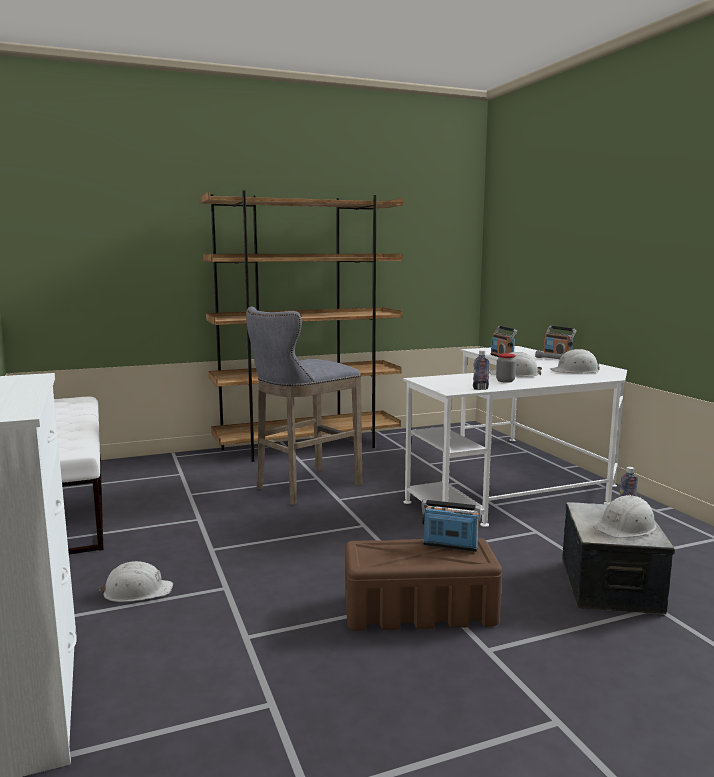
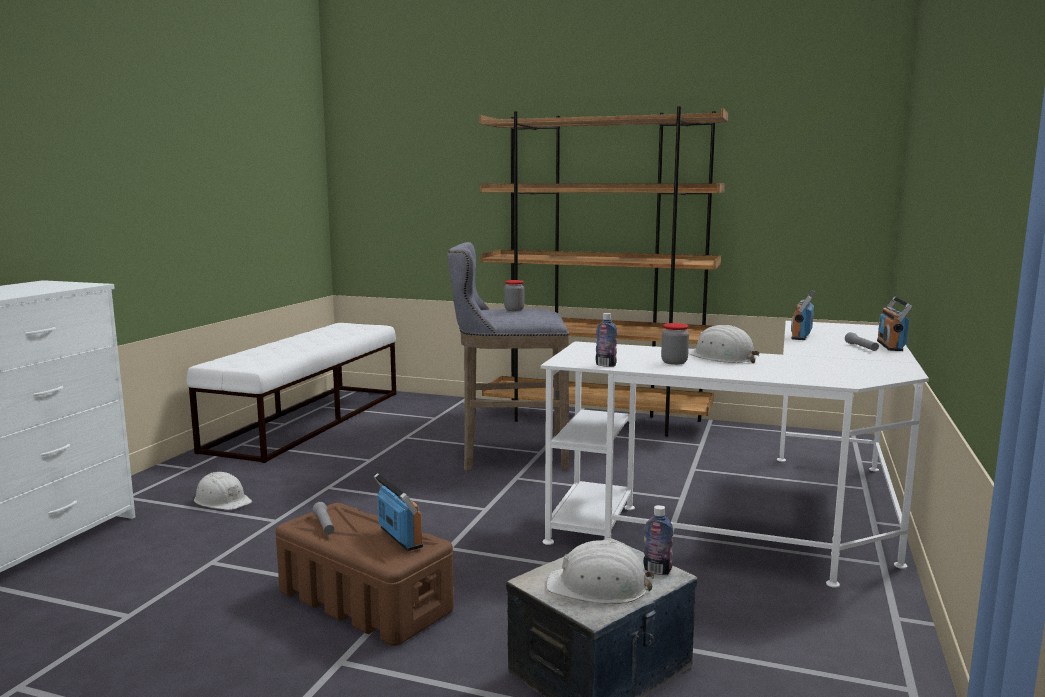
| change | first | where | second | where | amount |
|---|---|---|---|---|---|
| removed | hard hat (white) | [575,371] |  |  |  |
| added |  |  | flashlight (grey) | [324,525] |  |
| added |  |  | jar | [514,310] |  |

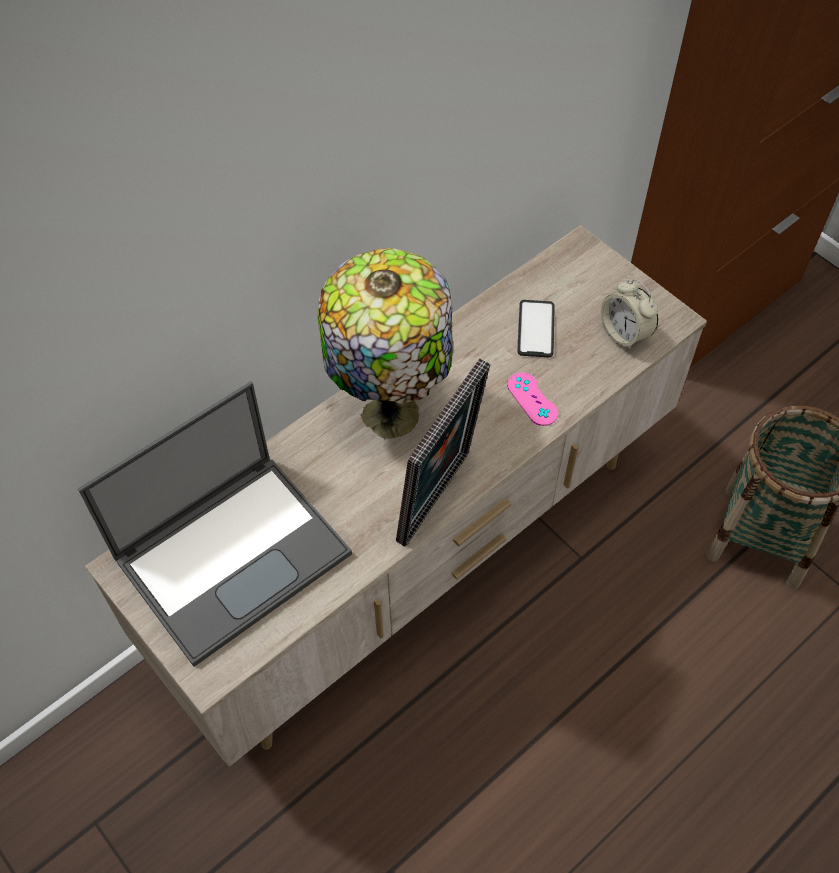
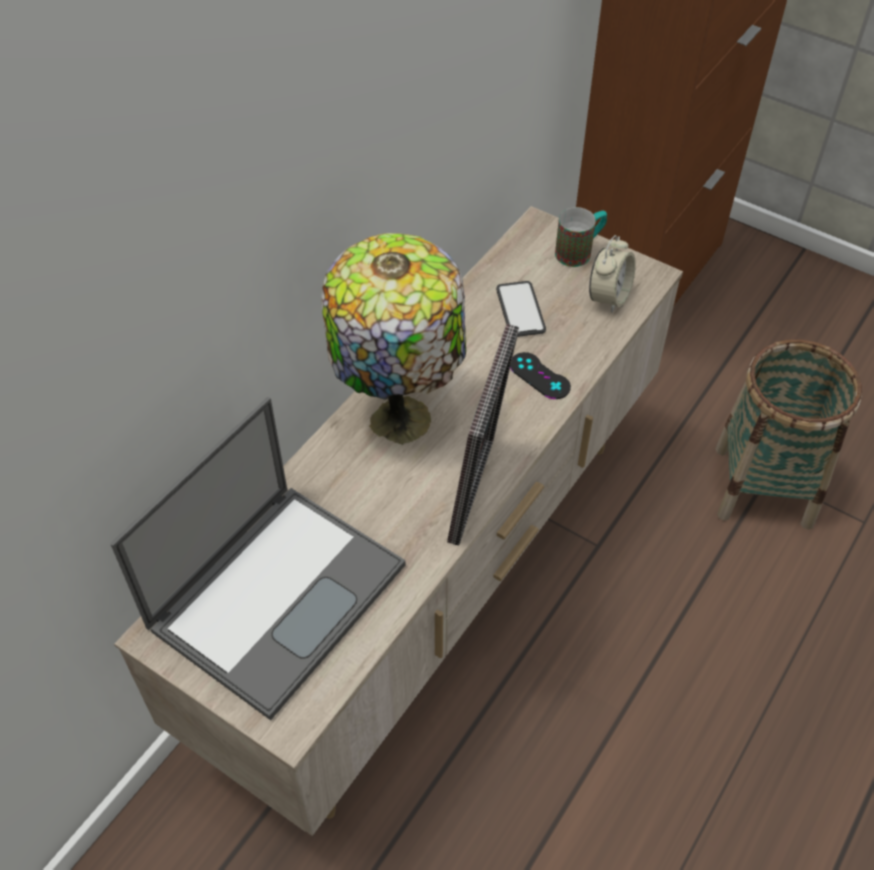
| change | first | where | second | where | amount |
|---|---|---|---|---|---|
| added |  |  | mug | [579,252] |  |
| recoloured | game controller (pink) | [532,399] | game controller (black) | [539,376] |  |
| turned | alarm clock | [624,334] |  | [609,297] | 105 degrees counterclockwise |

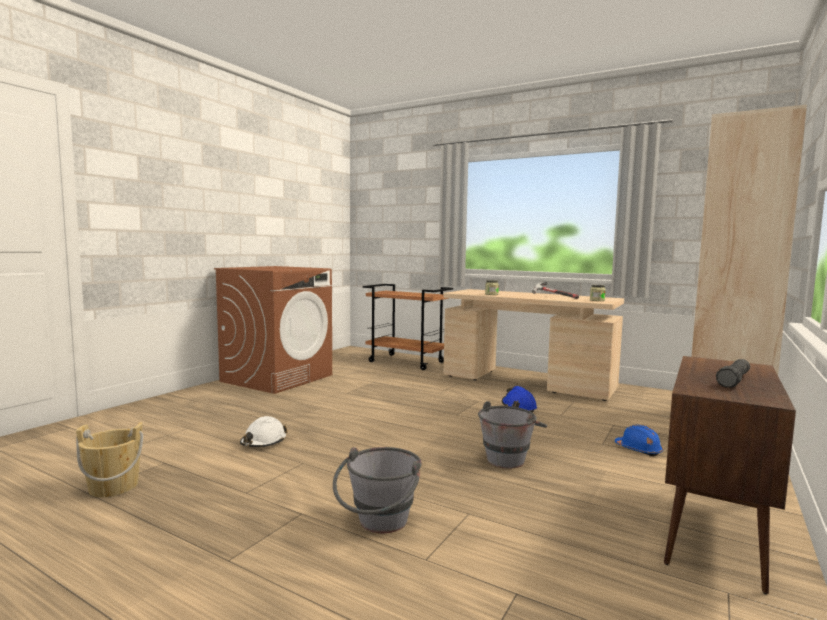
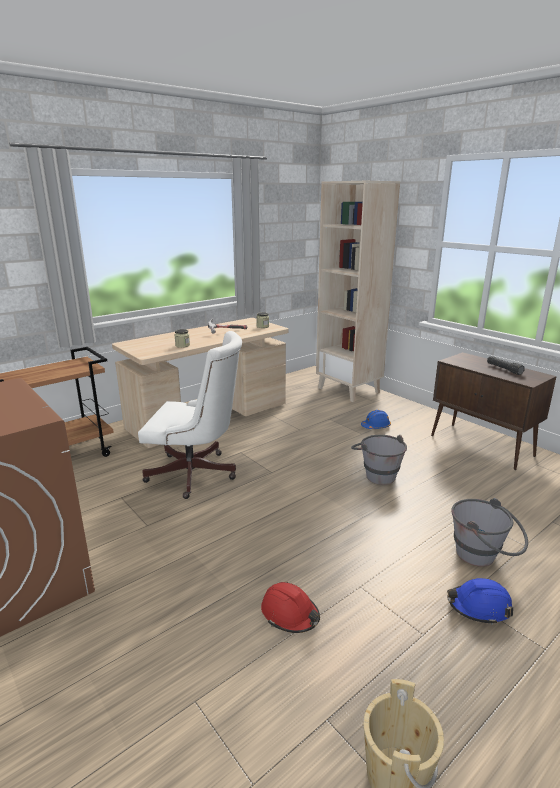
| change | first | where | second | where | amount |
|---|---|---|---|---|---|
| added |  |  | office chair (white) | [197,474] |  |
| moved | hard hat (blue) | [518,407] |  | [479,607] |  |
| recoloured | hard hat (white) | [263,442] | hard hat (red) | [290,614] |  |

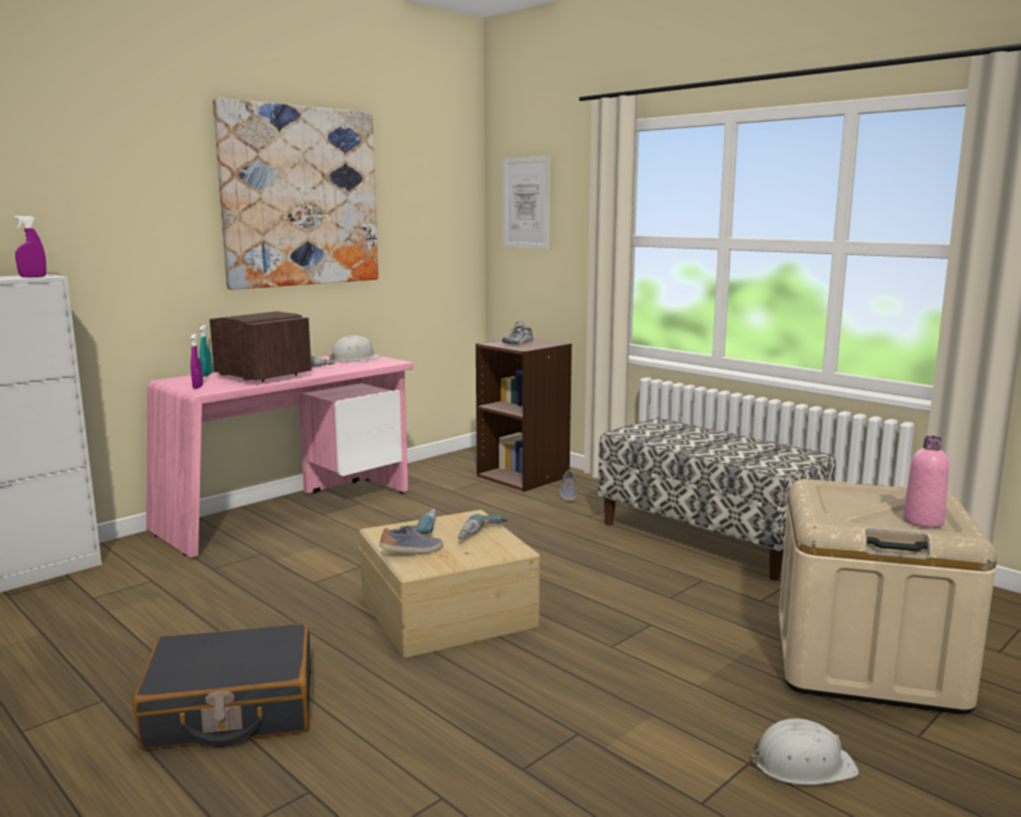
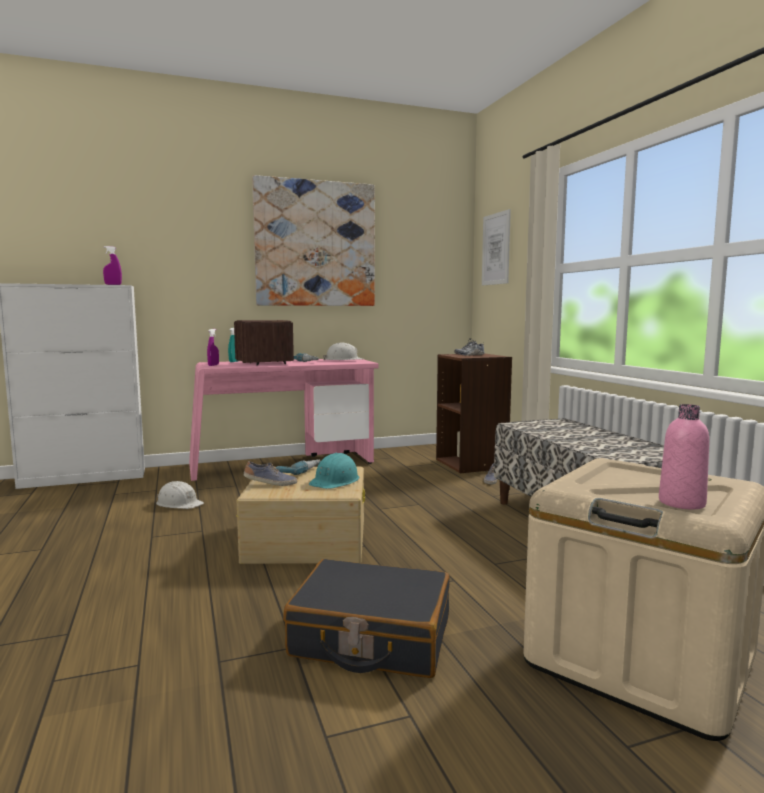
| change | first | where | second | where | amount |
|---|---|---|---|---|---|
| moved | suitcase (black) | [231,709] |  | [371,637] |  |
| moved | hard hat (white) | [802,764] |  | [179,503] |  |
| replaced | power drill | [482,535] | hard hat (turquoise) | [335,481] |  |

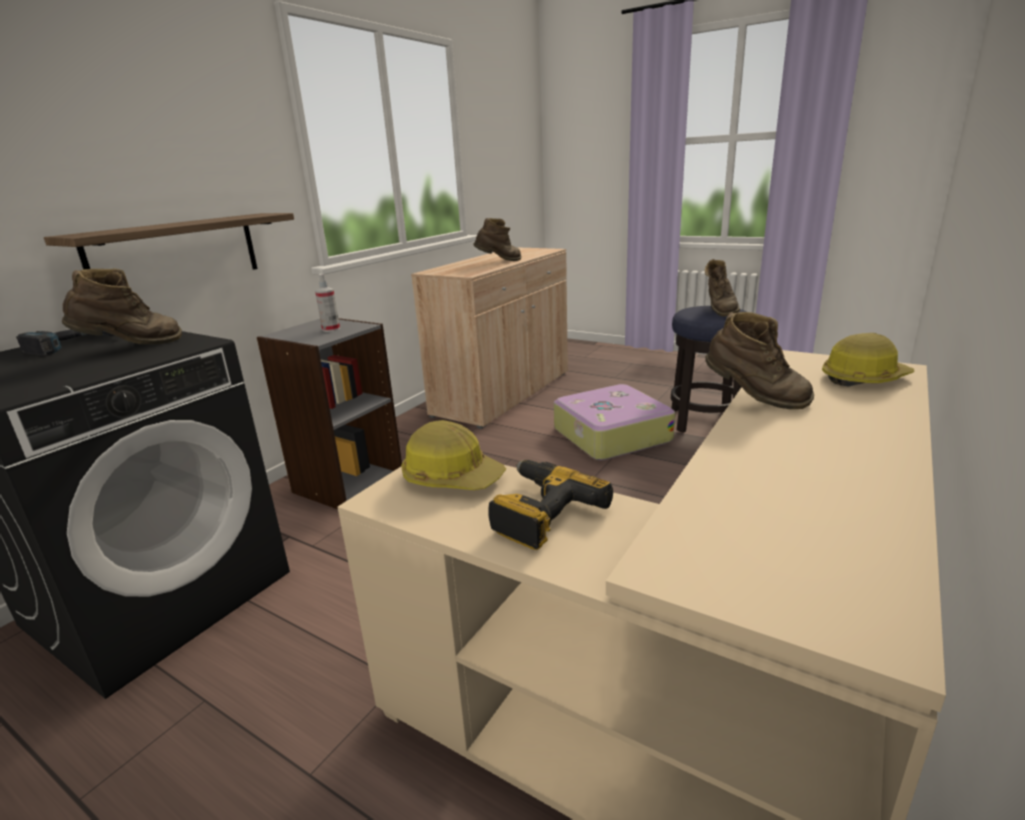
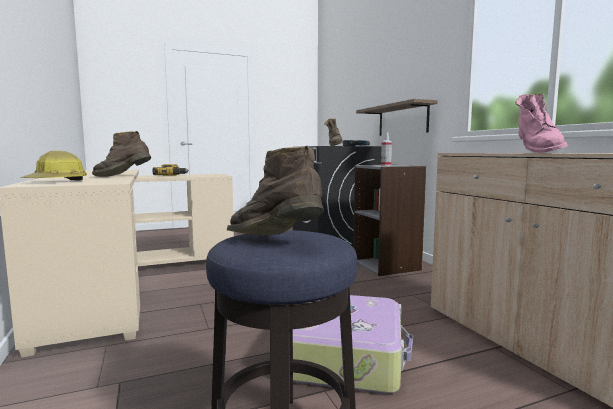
| change | first | where | second | where | amount |
|---|---|---|---|---|---|
| removed | hard hat | [452,477] |  |  |  |
| recoloured | boot (brown) | [499,262] | boot (pink) | [535,152] |  |

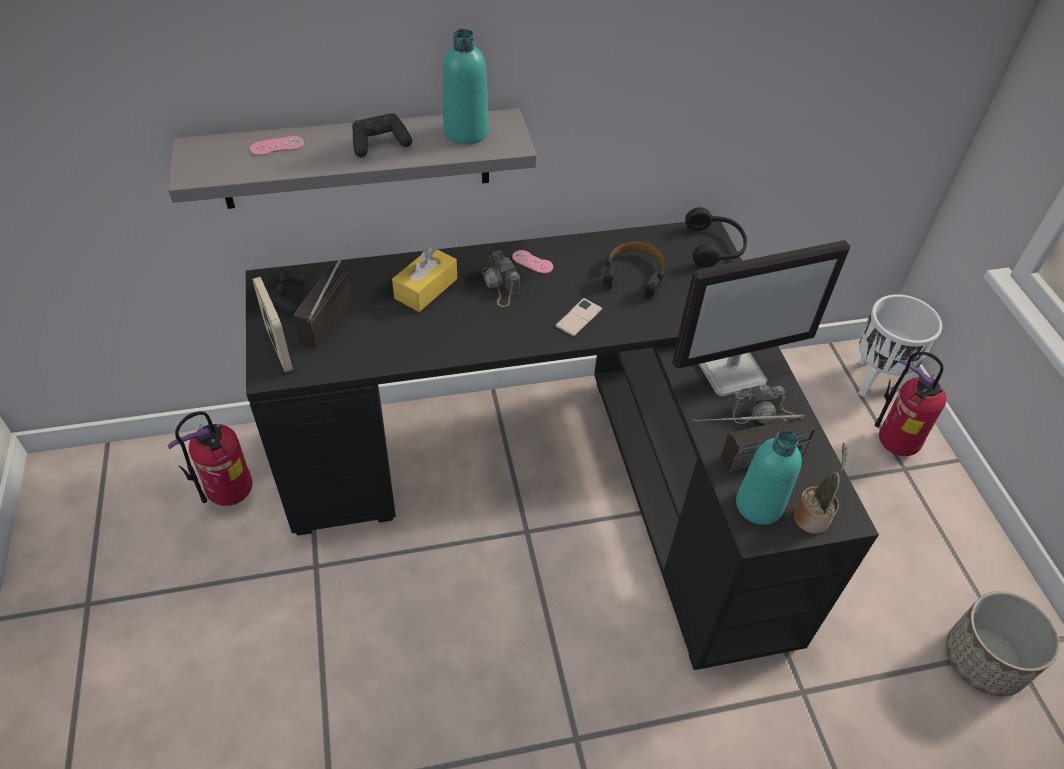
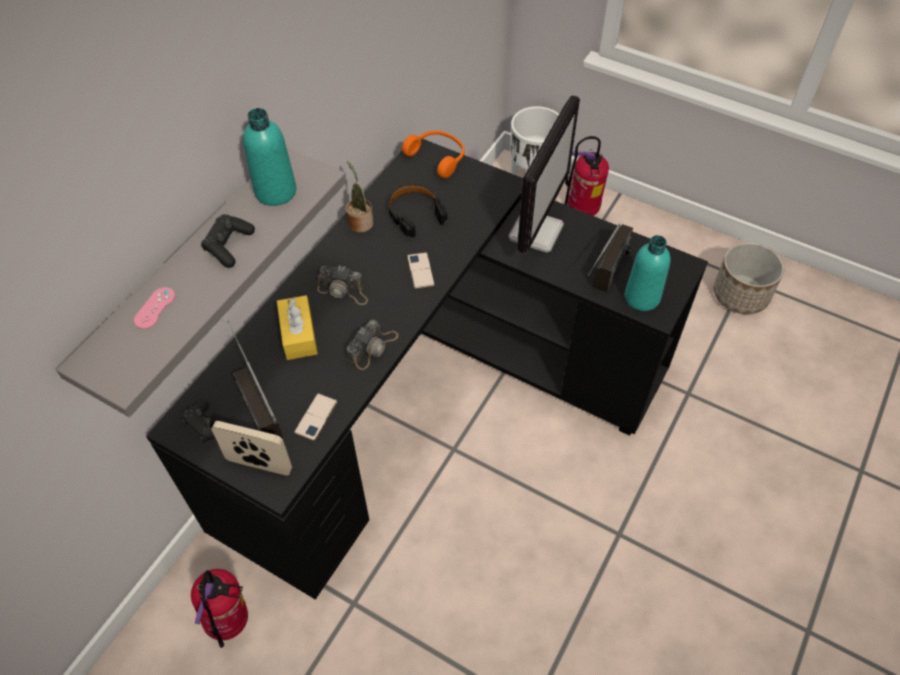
| change | first | where | second | where | amount |
|---|---|---|---|---|---|
| removed | game controller (pink) | [532,262] |  |  |  |
| added |  |  | phone | [316,417] |  |
| moved | photo camera | [763,413] |  | [373,347] |  |
| moved | potted plant | [812,516] |  | [360,222] |  |
| recoloured | headphones (black) | [715,247] | headphones (orange) | [438,157] |  |

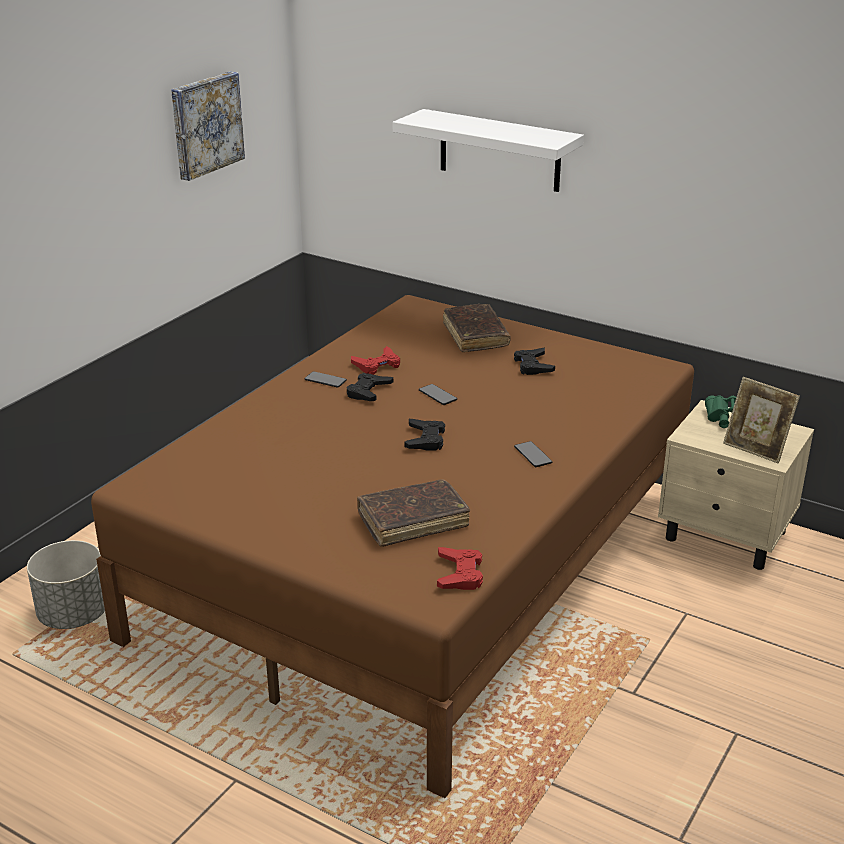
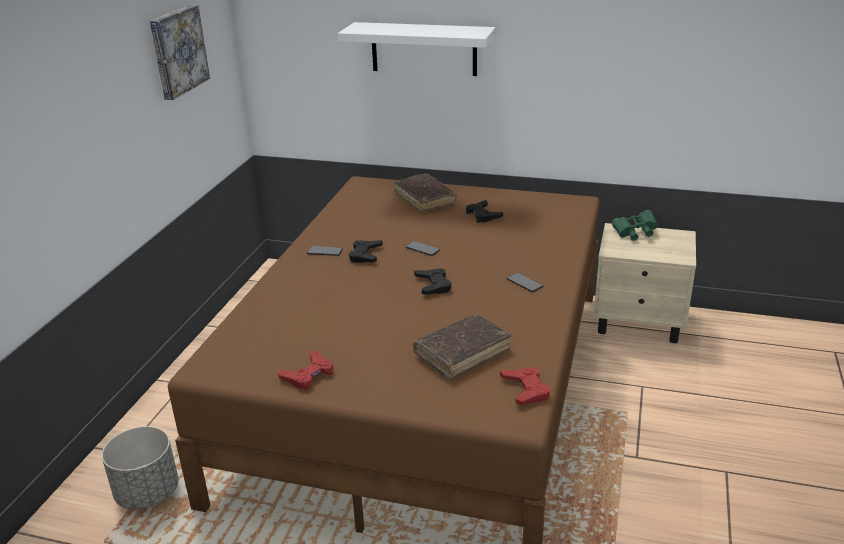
| change | first | where | second | where | amount |
|---|---|---|---|---|---|
| removed | picture frame | [755,449] |  |  |  |
| moved | game controller (red) | [377,365] |  | [308,375] |  |

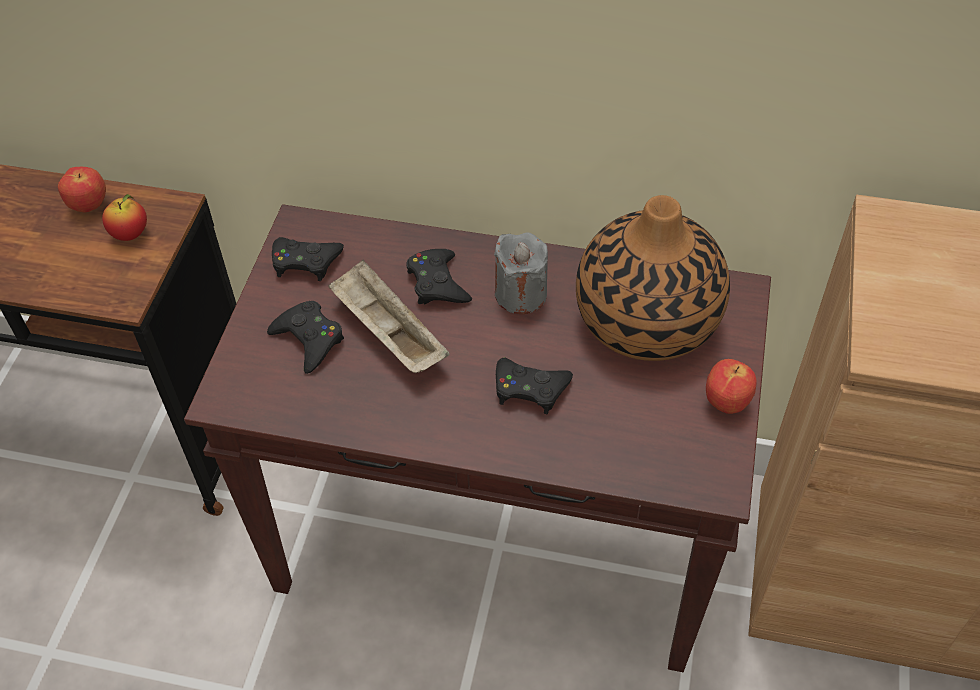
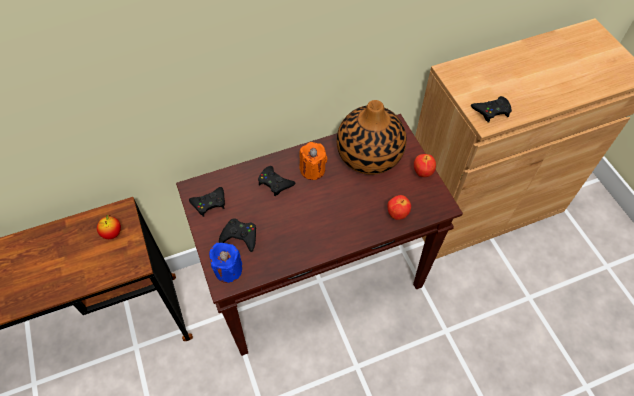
| change | first | where | second | where | amount |
|---|---|---|---|---|---|
| removed | tray (beige) | [387,333] |  |  |  |
| added |  |  | candle (blue) | [228,270] |  |
| moved | apple | [89,206] |  | [397,214] |  |
| moved | game controller (black) | [530,389] |  | [491,111] |  |
| recoloured | candle (grey) | [520,294] | candle (orange) | [312,170] |  |

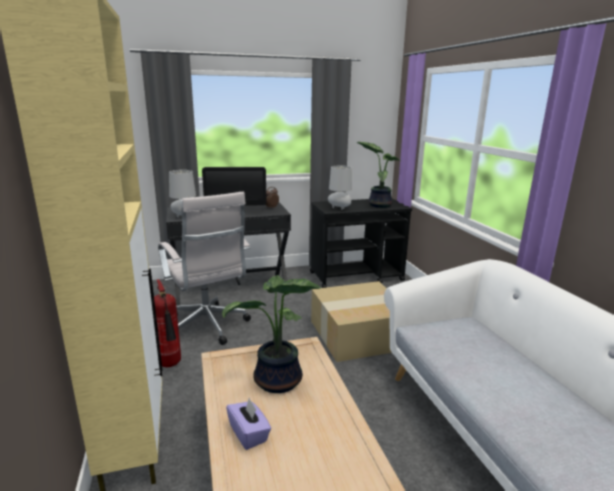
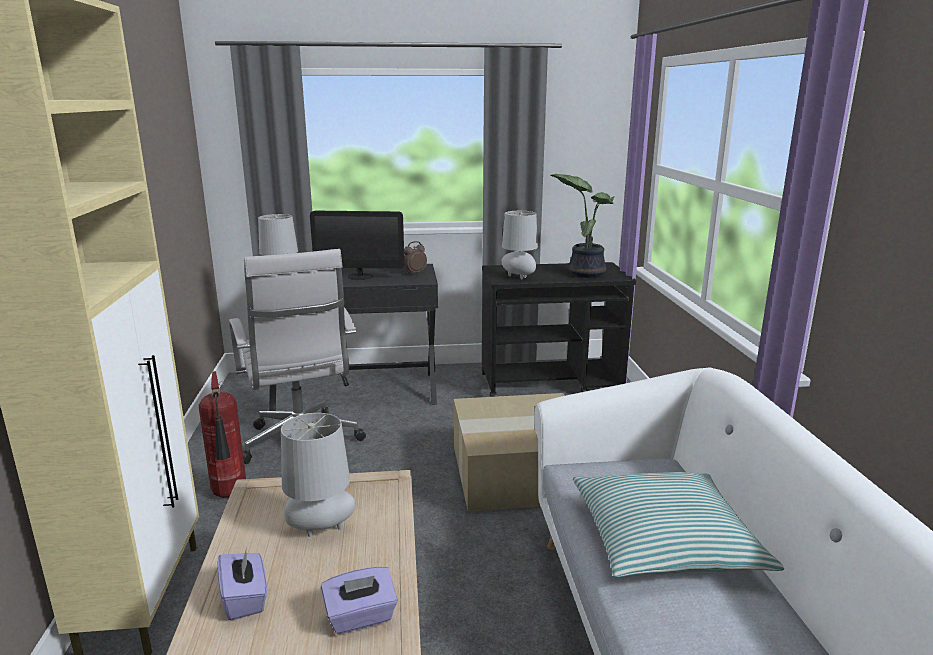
| change | first | where | second | where | amount |
|---|---|---|---|---|---|
| added |  |  | tissue box (purple) | [361,617] |  |
| added |  |  | pillow | [664,540] |  |
| replaced | potted plant | [277,382] | table lamp (grey) | [320,531] |  |

